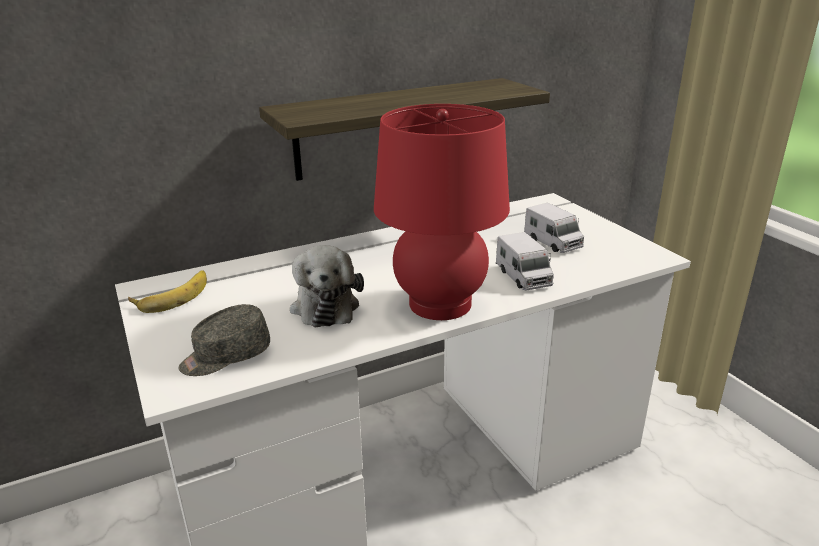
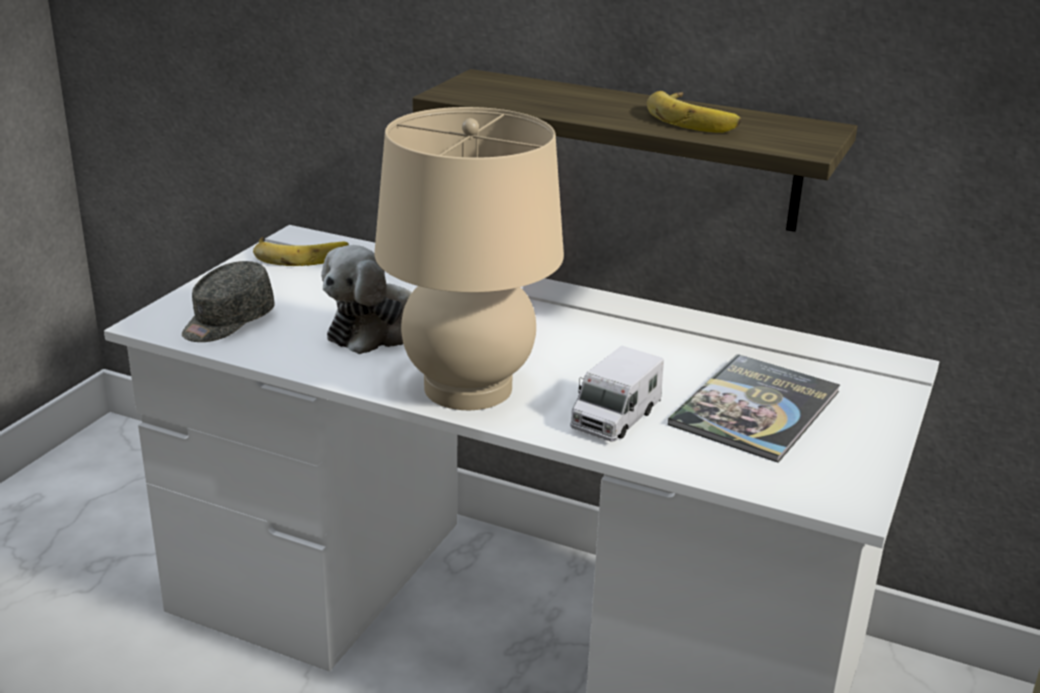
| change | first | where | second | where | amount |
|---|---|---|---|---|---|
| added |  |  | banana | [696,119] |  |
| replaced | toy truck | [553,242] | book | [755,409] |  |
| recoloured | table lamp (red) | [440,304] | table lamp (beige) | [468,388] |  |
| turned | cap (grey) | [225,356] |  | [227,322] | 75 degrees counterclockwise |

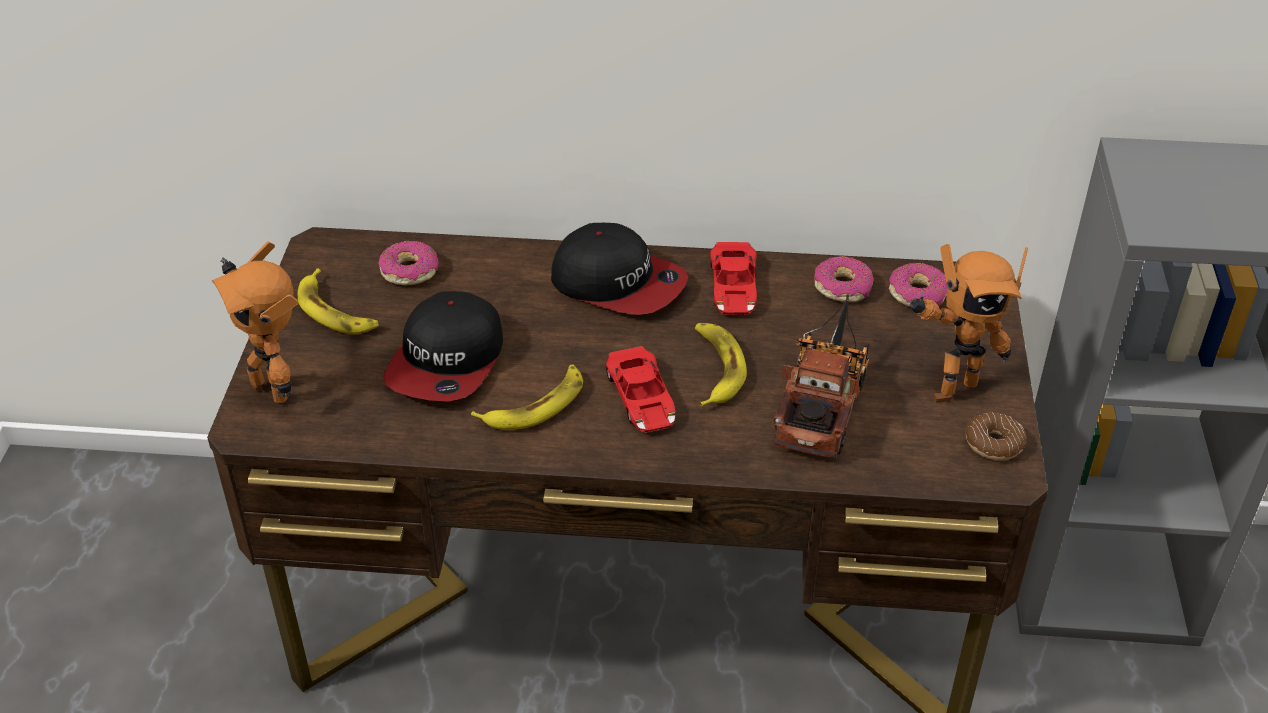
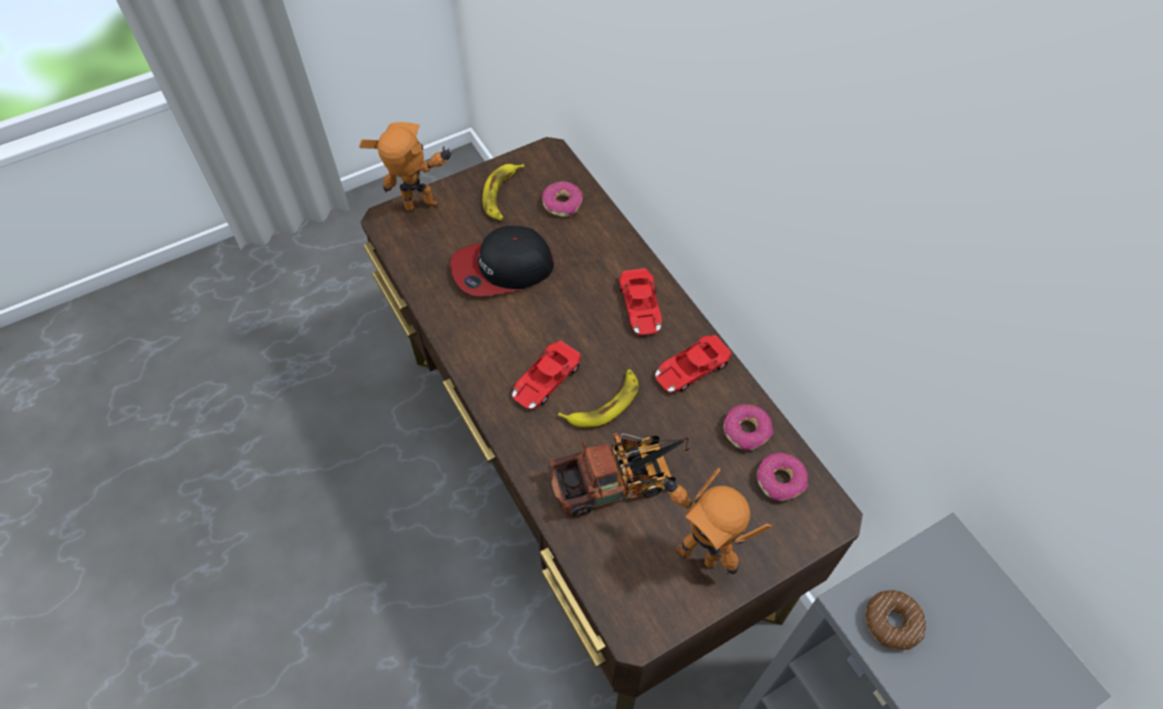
| change | first | where | second | where | amount |
|---|---|---|---|---|---|
| removed | banana | [535,405] |  |  |  |
| moved | donut | [994,444] |  | [892,623] |  |
| replaced | cap | [618,283] | toy car (red) | [640,307] |  |
| turned | toy robot | [274,388] |  | [422,210] | 75 degrees clockwise |

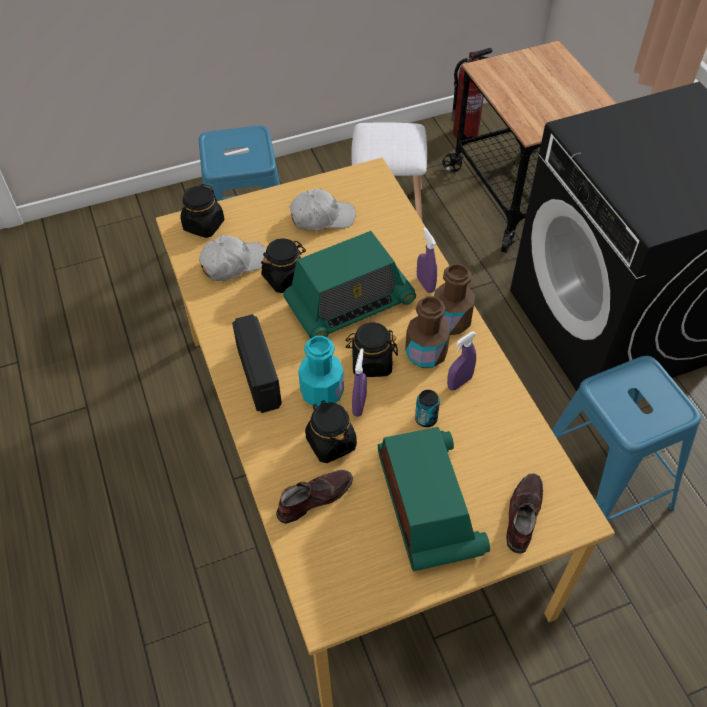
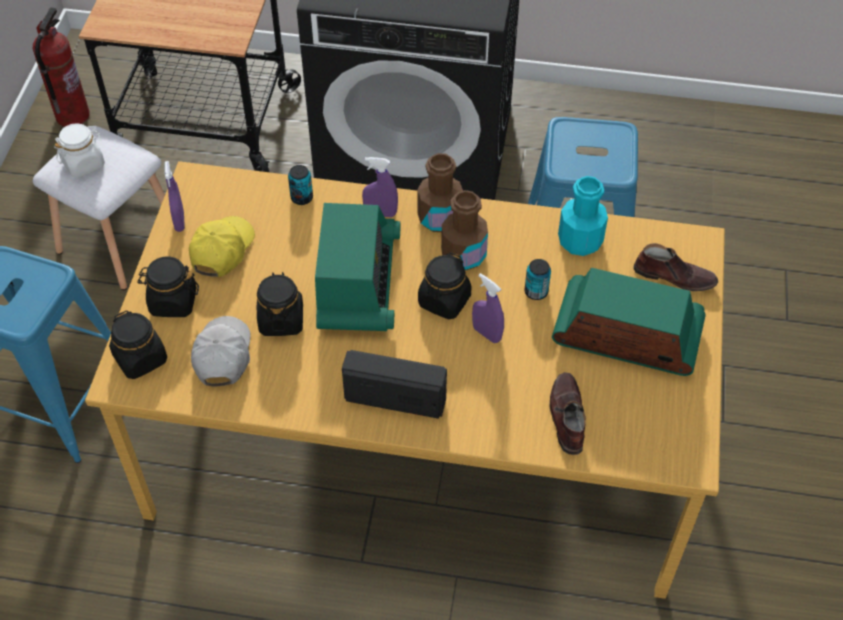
| change | first | where | second | where | amount |
|---|---|---|---|---|---|
| added |  |  | jar (white) | [84,163] |  |
| added |  |  | can | [302,198] |  |
| moved | bottle (turquoise) | [322,392] |  | [580,241] |  |
| moved | jar (black) | [331,443] |  | [173,302] |  |
| moved | spray bottle (purple) | [459,382] |  | [179,221] |  |
| recoloured | cap (white) | [322,217] | cap (yellow) | [222,250] |  |
| turned | shoe (brown) | [522,515] |  | [674,276] | 150 degrees clockwise |

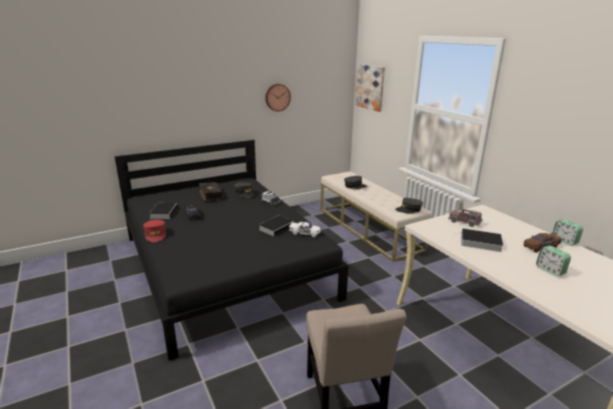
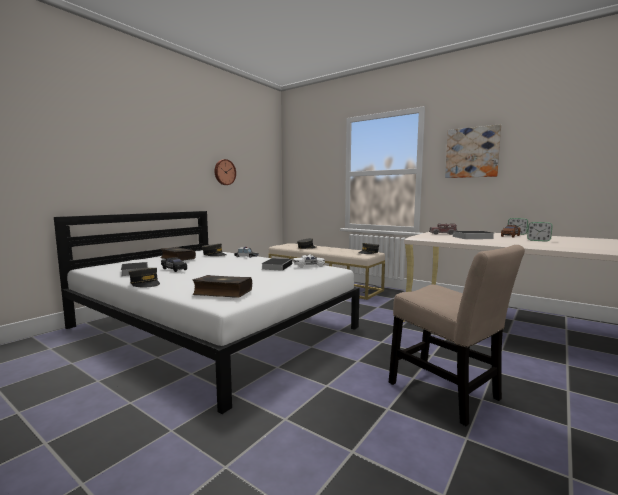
| change | first | where | second | where | amount |
|---|---|---|---|---|---|
| added |  |  | book | [222,293] |  |
| moved | picture | [370,87] |  | [472,152] |  |
| recoloured | bed (black) | [225,265] | bed (white) | [213,327] |  |
| recoloured | cap (red) | [155,235] | cap (grey) | [145,283] |  |

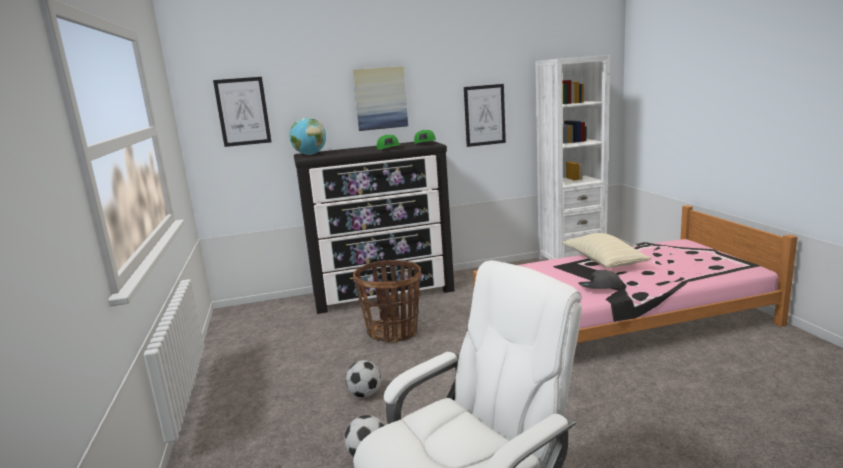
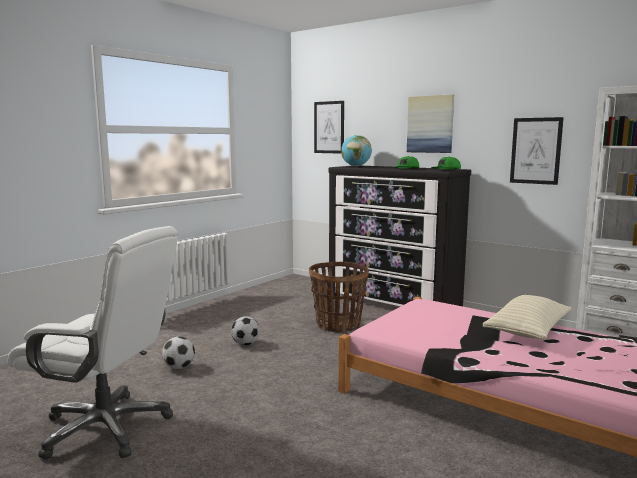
| change | first | where | second | where | amount |
|---|---|---|---|---|---|
| removed | cap (grey) | [600,287] |  |  |  |

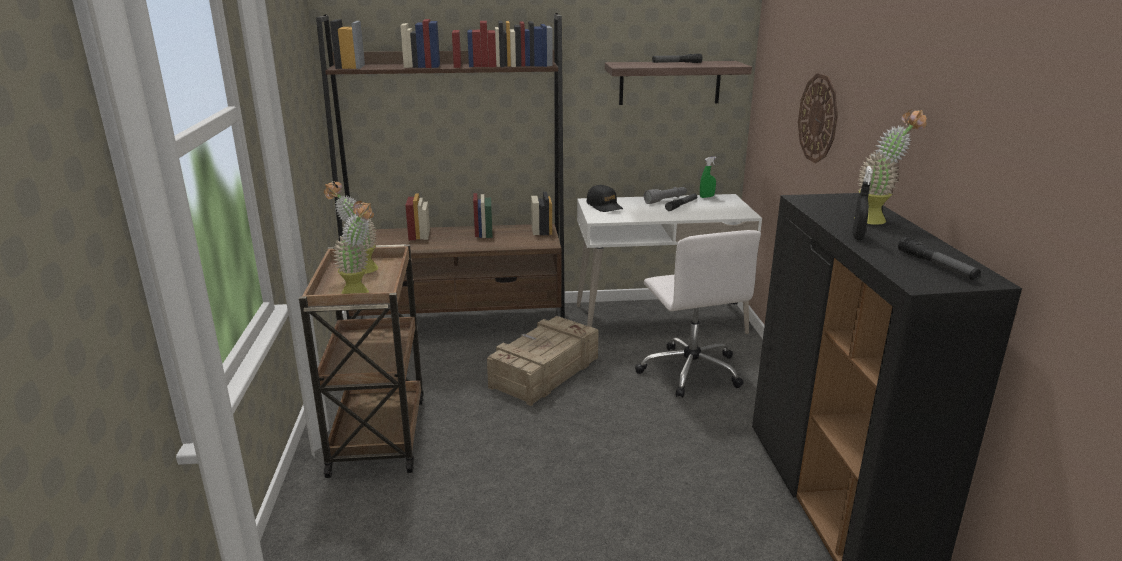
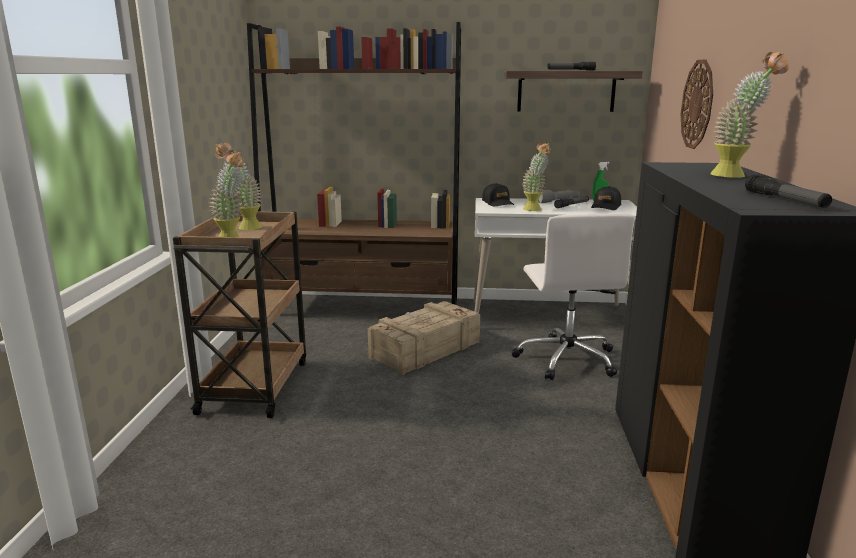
| change | first | where | second | where | amount |
|---|---|---|---|---|---|
| removed | spray bottle (black) | [857,237] |  |  |  |
| added |  |  | potted plant | [535,210] |  |
| added |  |  | cap (black) | [606,206] |  |

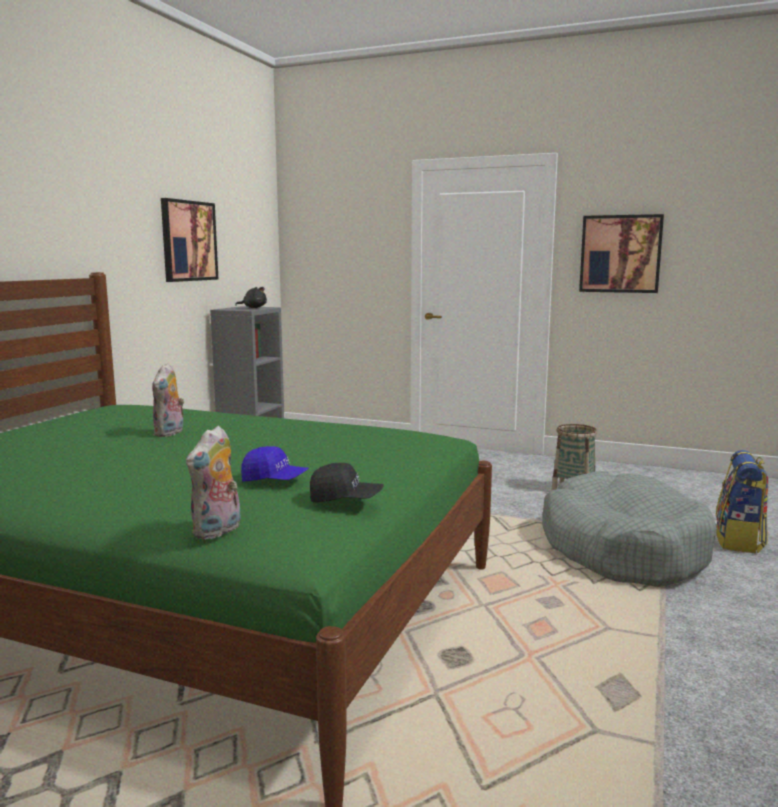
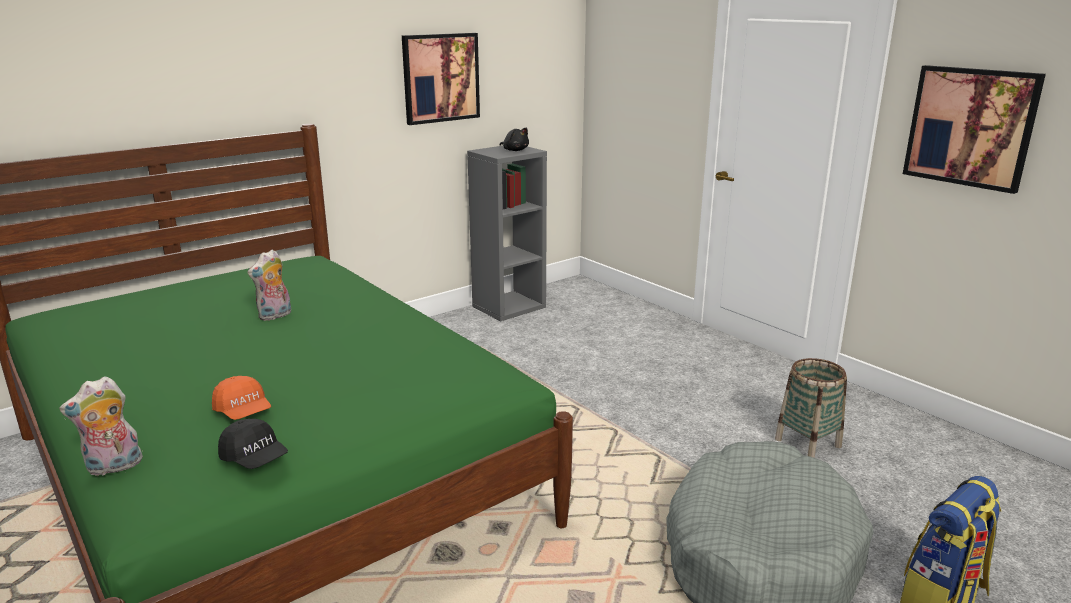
| change | first | where | second | where | amount |
|---|---|---|---|---|---|
| recoloured | cap (blue) | [274,480] | cap (orange) | [243,412] |  |

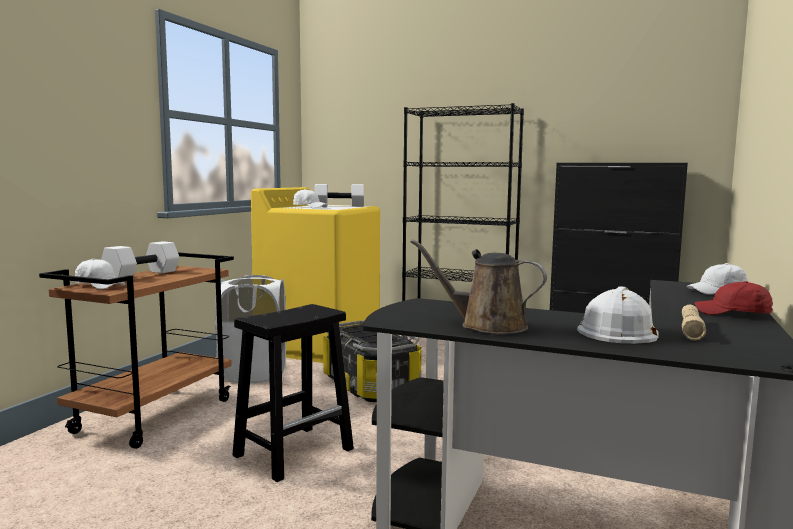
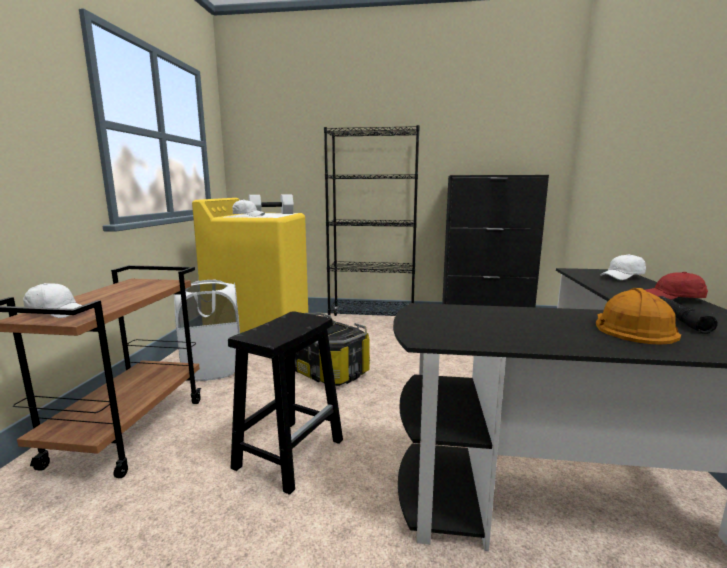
| change | first | where | second | where | amount |
|---|---|---|---|---|---|
| removed | dumbbell (white) | [142,275] |  |  |  |
| removed | watering can (brown) | [486,325] |  |  |  |
| recoloured | hard hat (white) | [618,330] | hard hat (orange) | [632,328] |  |
| recoloured | flashlight (beige) | [691,329] | flashlight (black) | [679,320] |  |

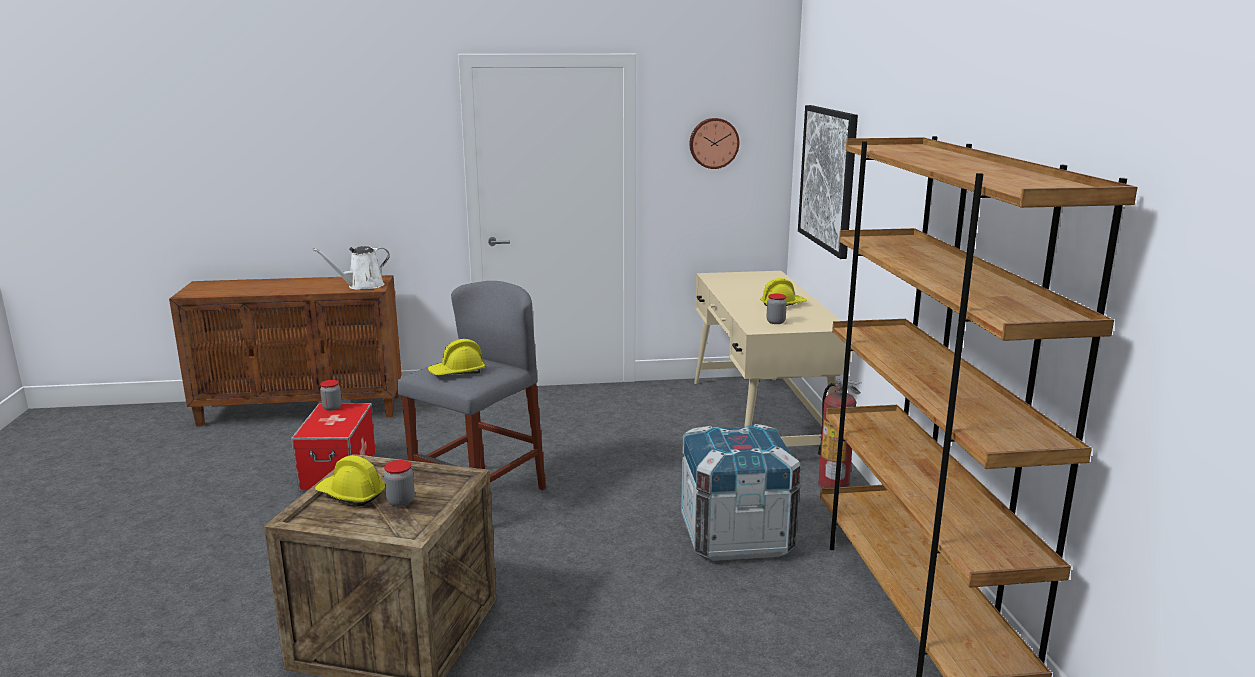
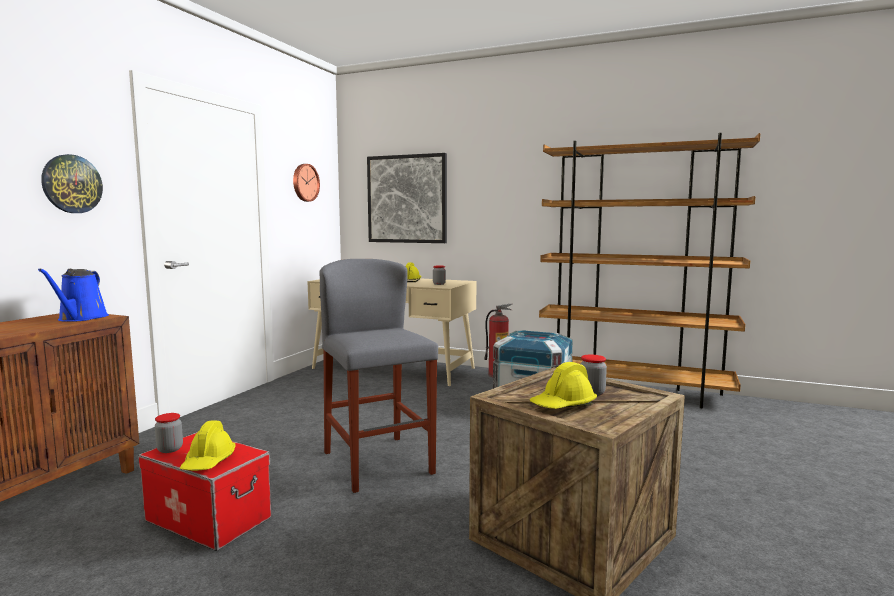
| change | first | where | second | where | amount |
|---|---|---|---|---|---|
| added |  |  | wall clock | [72,184] |  |
| moved | hard hat (yellow) | [457,372] |  | [209,462] |  |
| recoloured | watering can (white) | [362,286] | watering can (blue) | [80,318] |  |

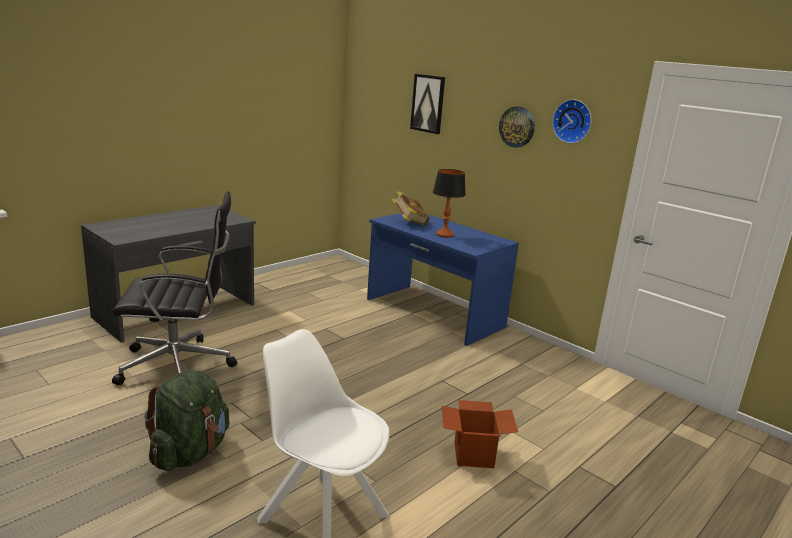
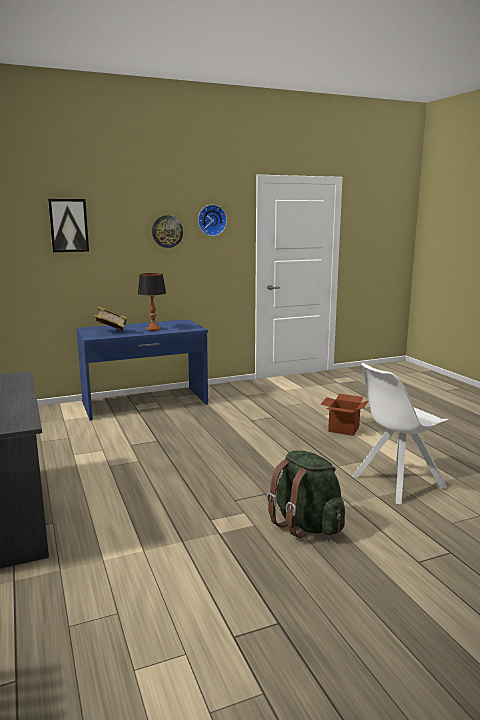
| change | first | where | second | where | amount |
|---|---|---|---|---|---|
| removed | office chair (black) | [180,366] |  |  |  |

